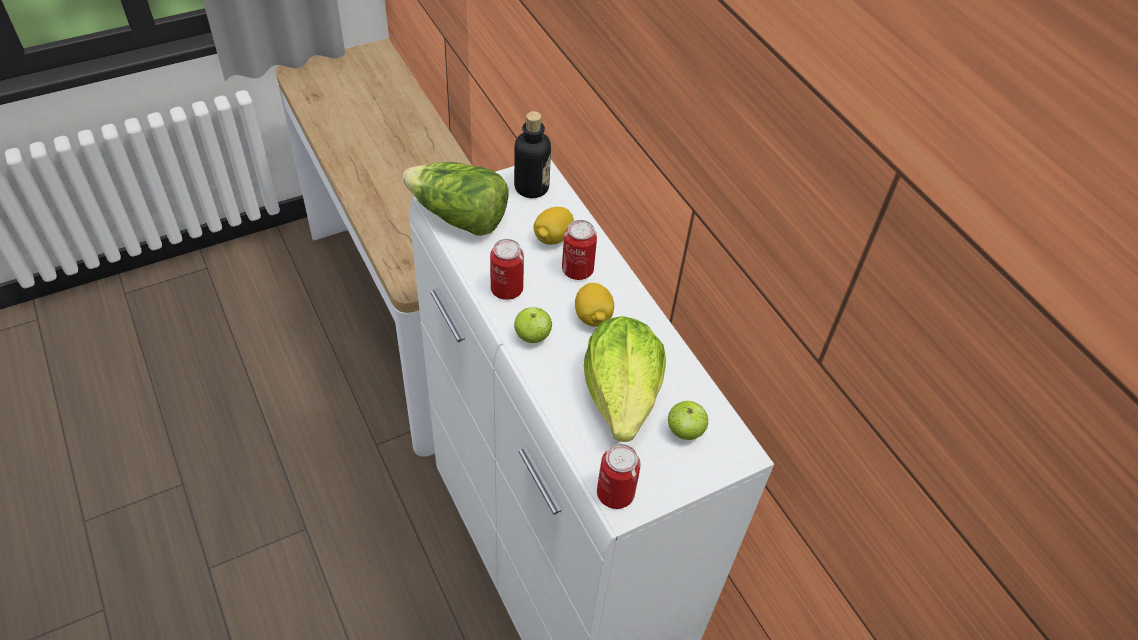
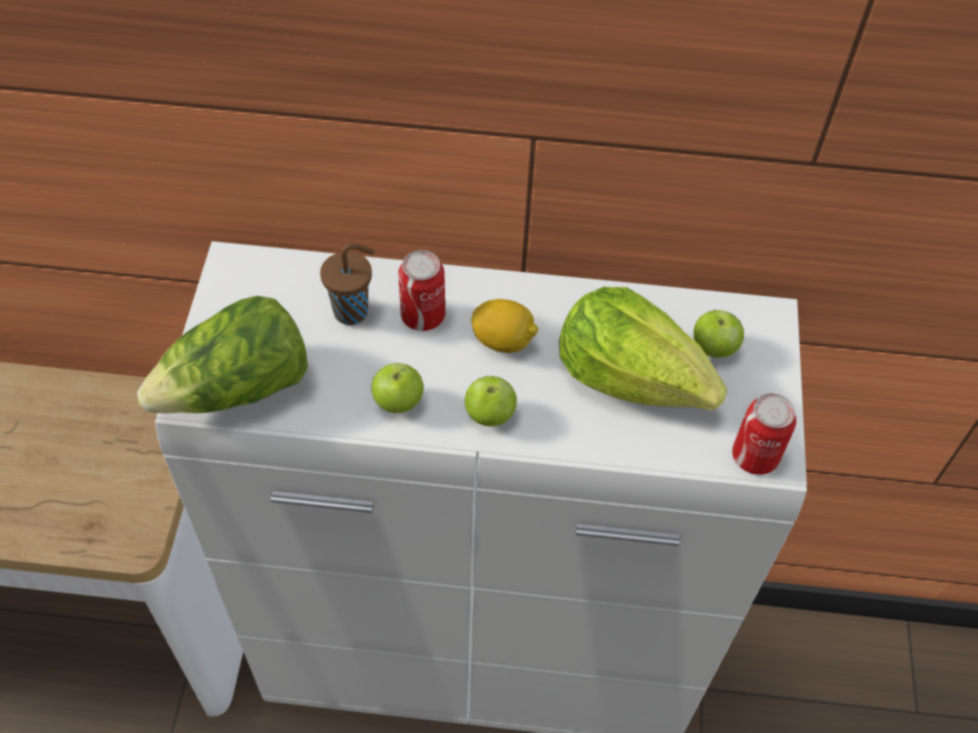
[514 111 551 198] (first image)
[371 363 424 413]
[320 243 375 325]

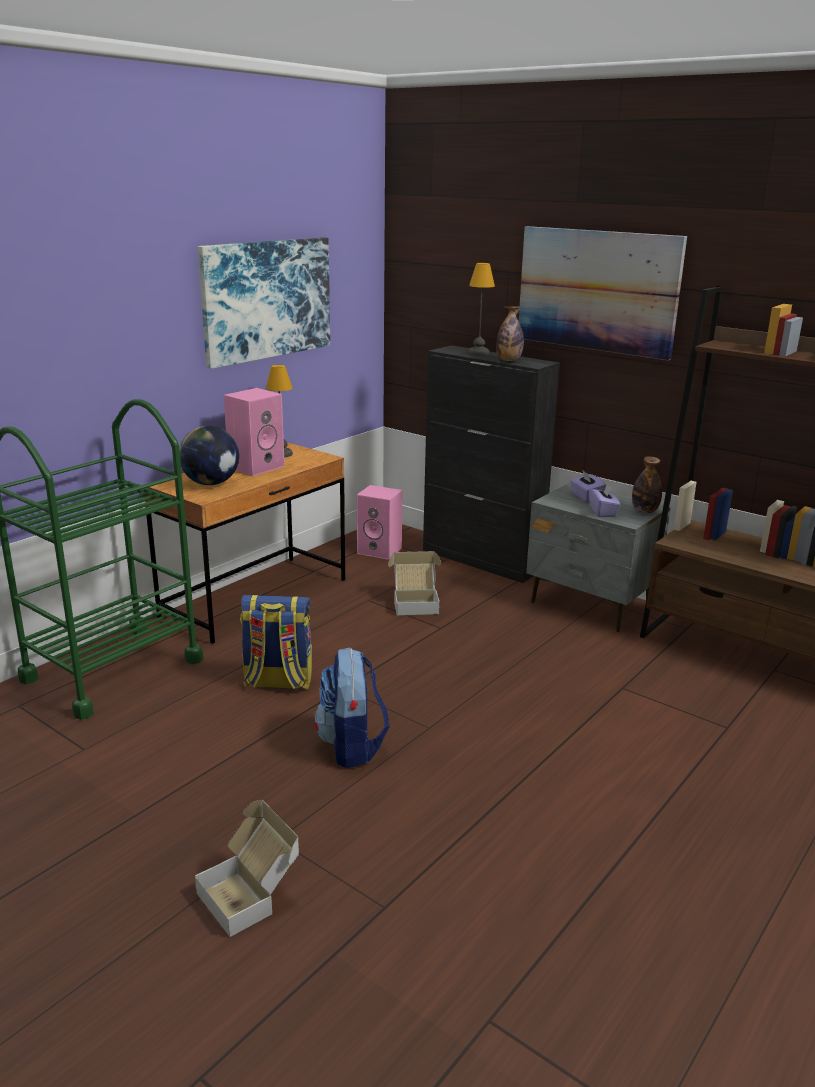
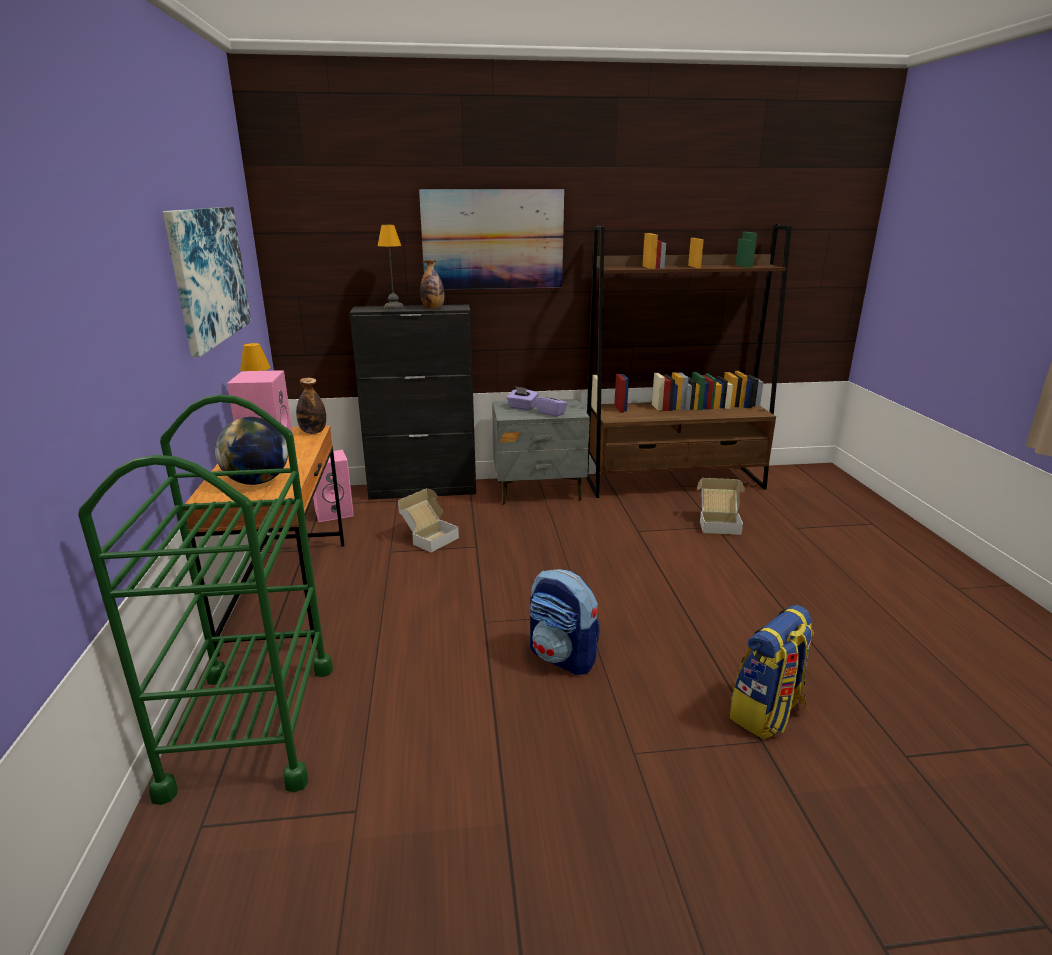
[697 478 745 535]
[729 605 814 739]
[296 378 326 434]

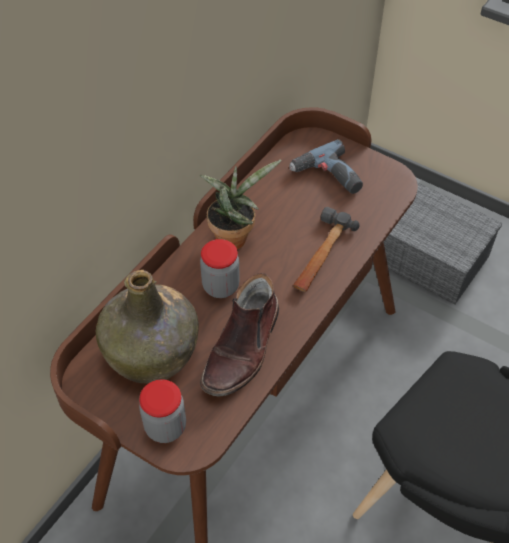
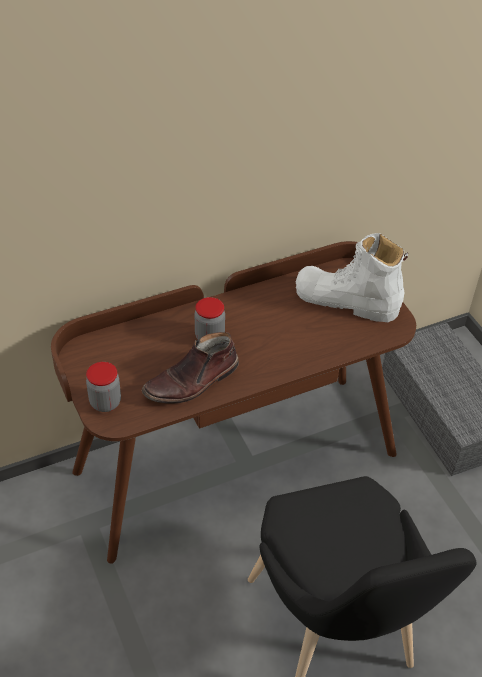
[96 270 199 383] (first image)
[200 160 282 249] (first image)
[293 207 360 292] (first image)
[296 233 408 322]

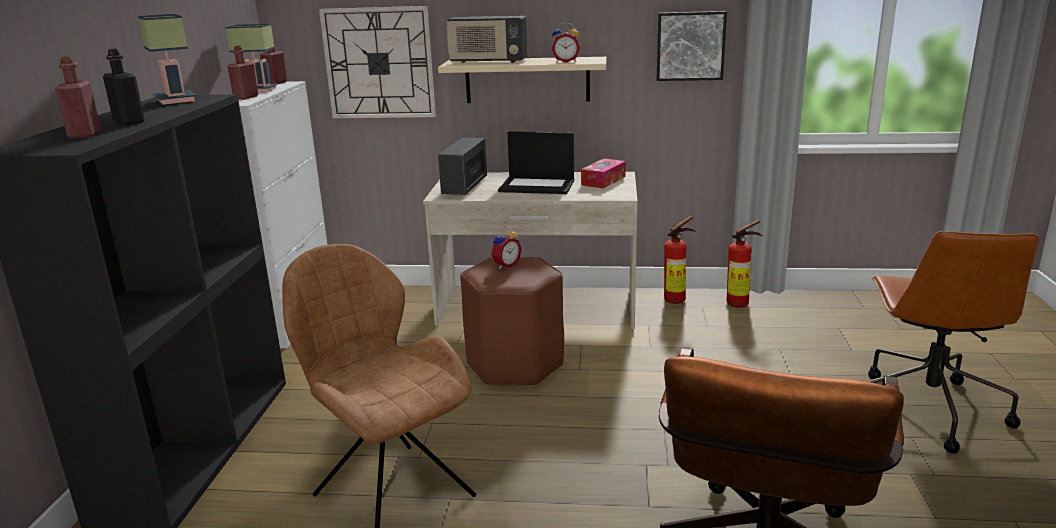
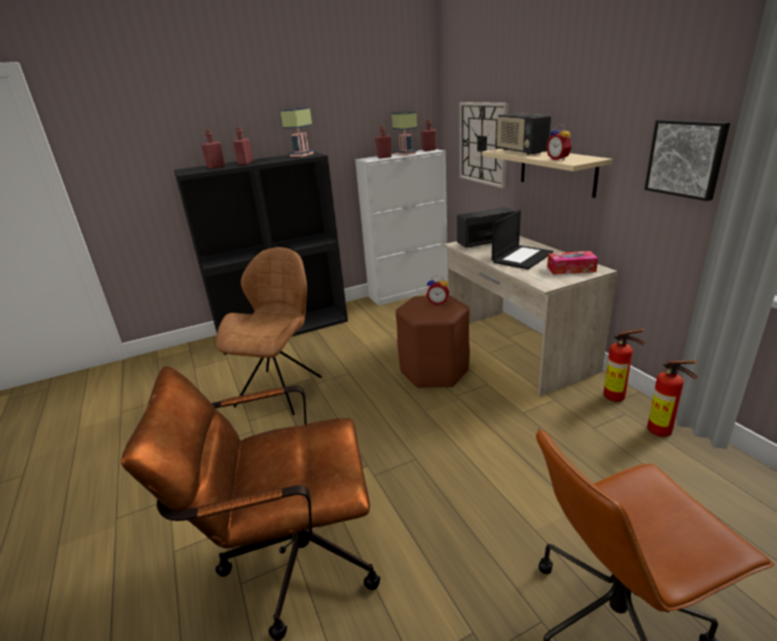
[233 127 253 165]
[492 210 553 270]

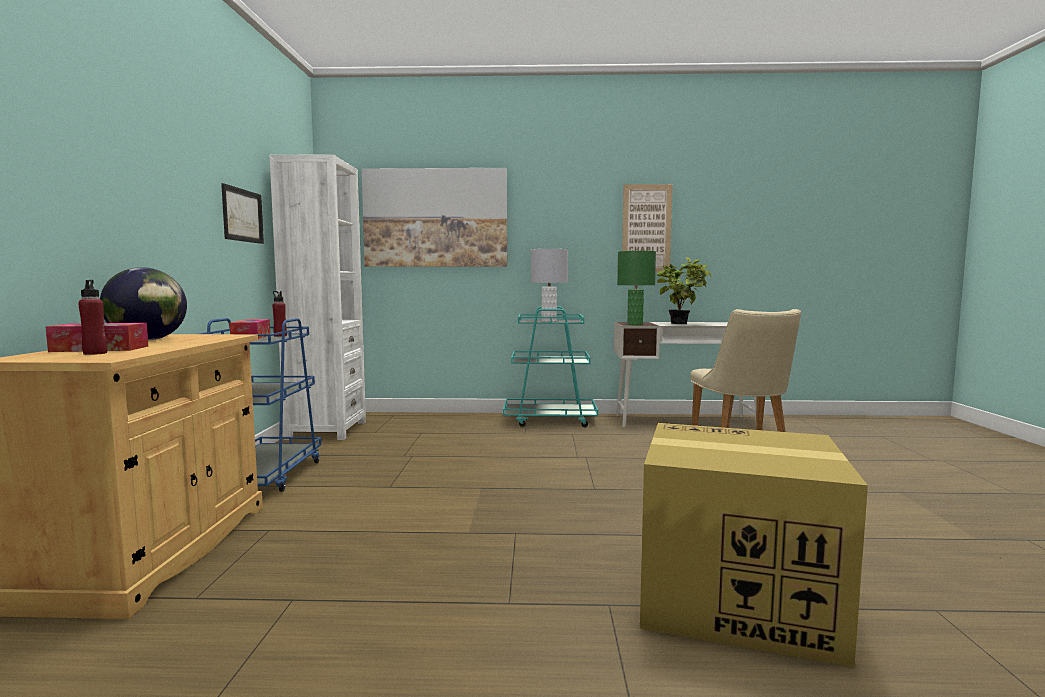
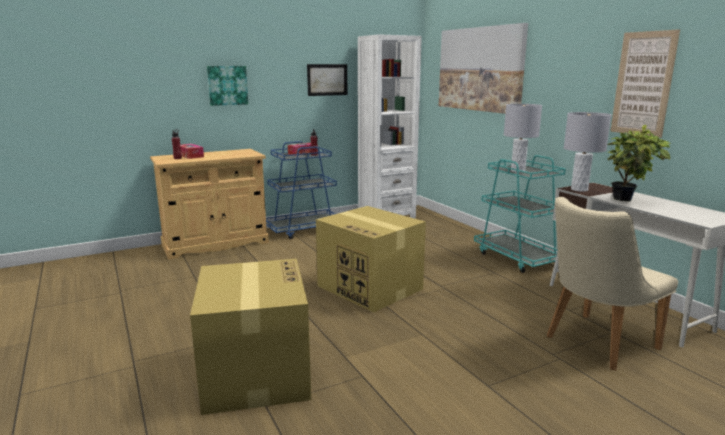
[100 267 187 341] (first image)
[207 66 248 106]
[316 206 426 312]
[564 112 611 192]

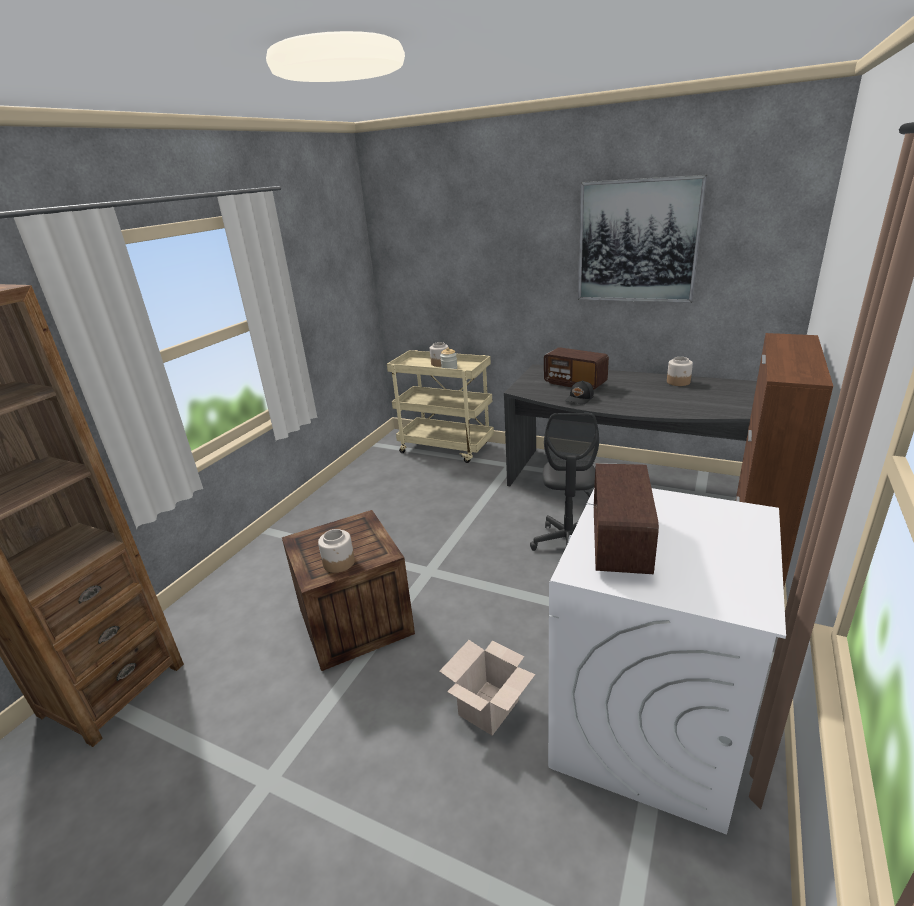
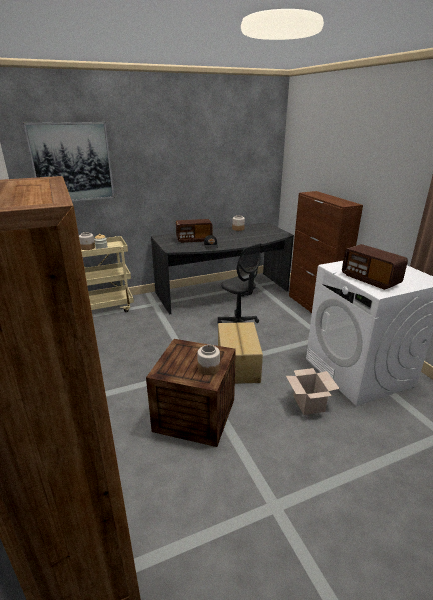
[218 322 263 384]
[23 122 115 201]

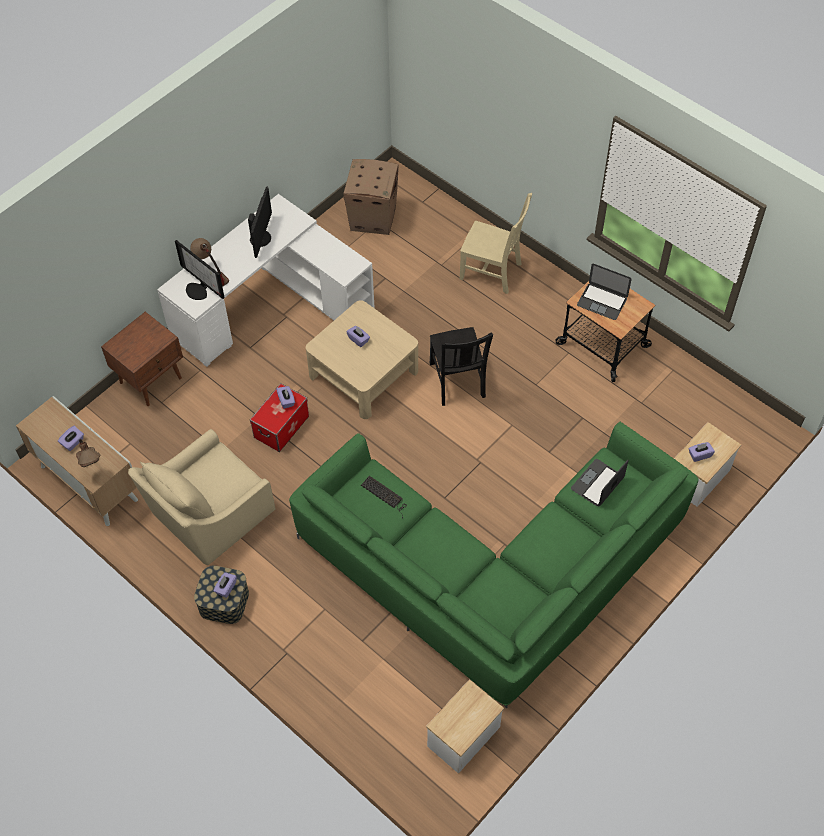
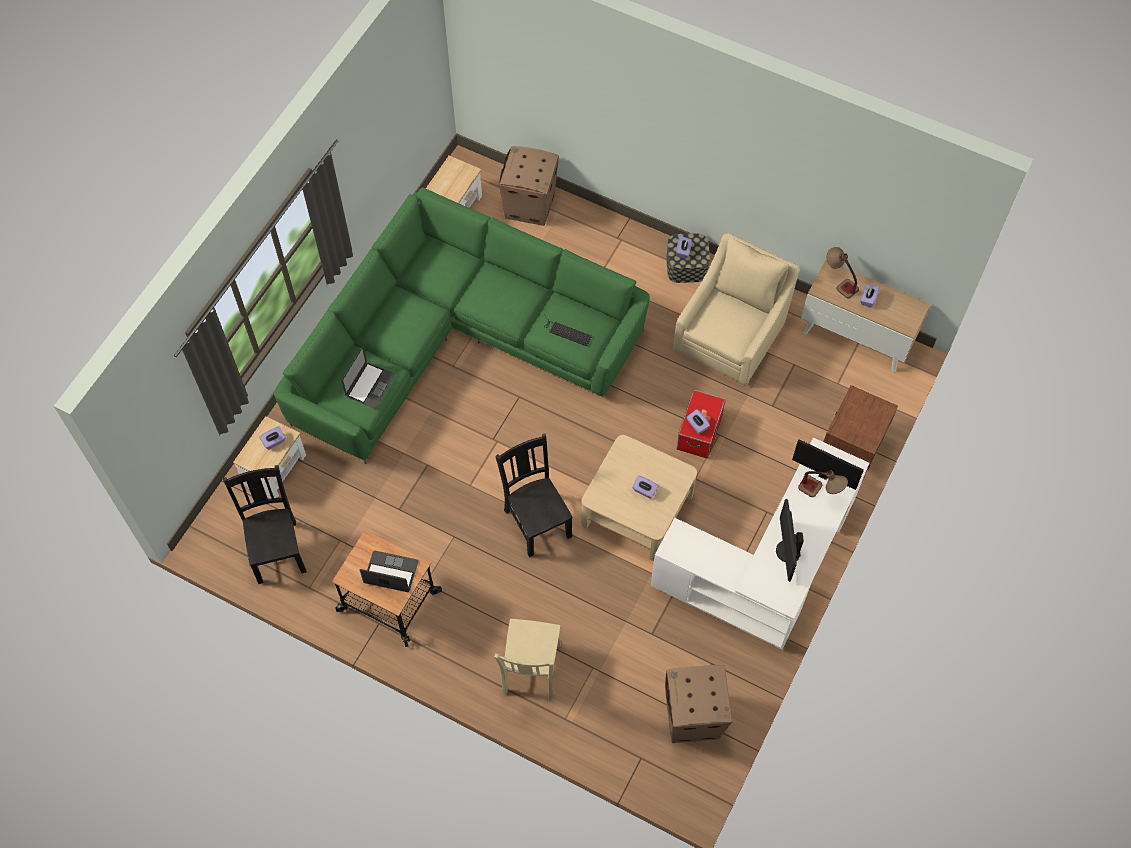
[223 465 307 584]
[499 146 559 226]
[494 619 561 701]

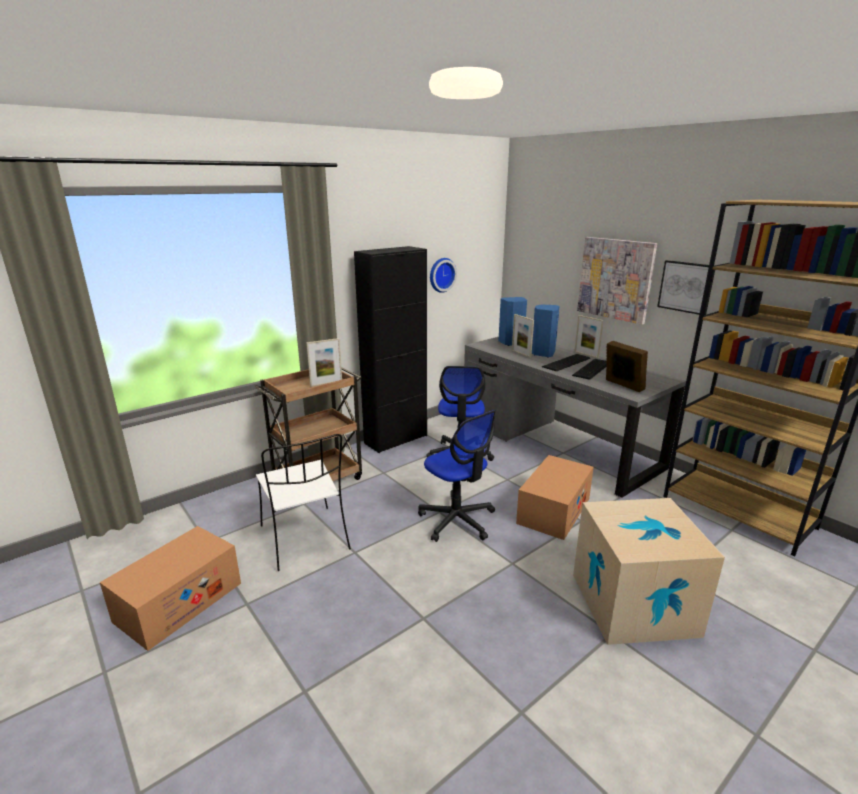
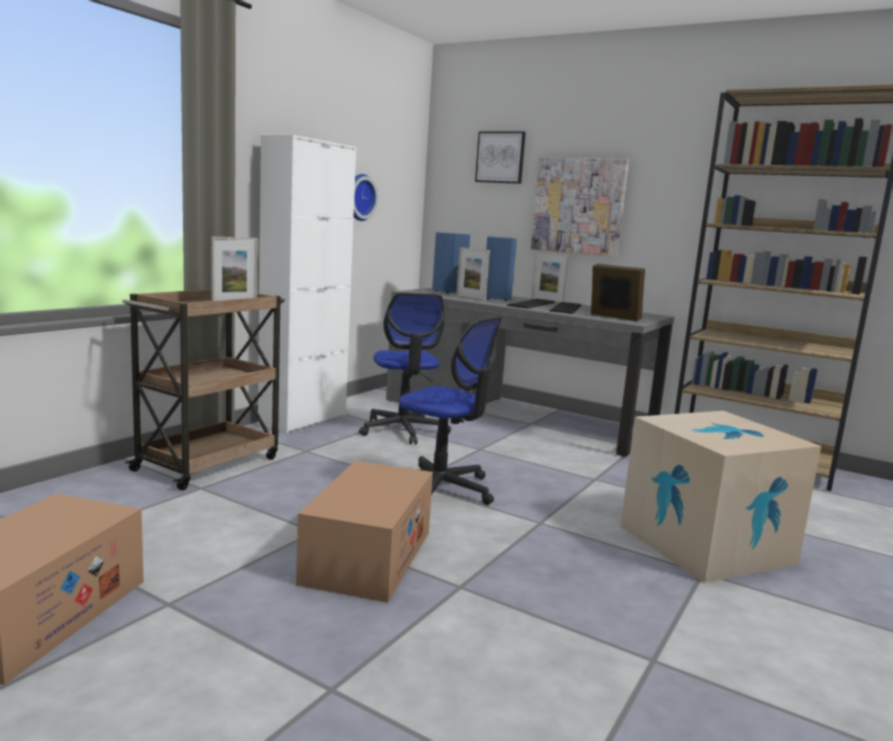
[256 434 351 571] (first image)
[296 461 433 603]
[475 131 526 184]
[258 135 356 433]

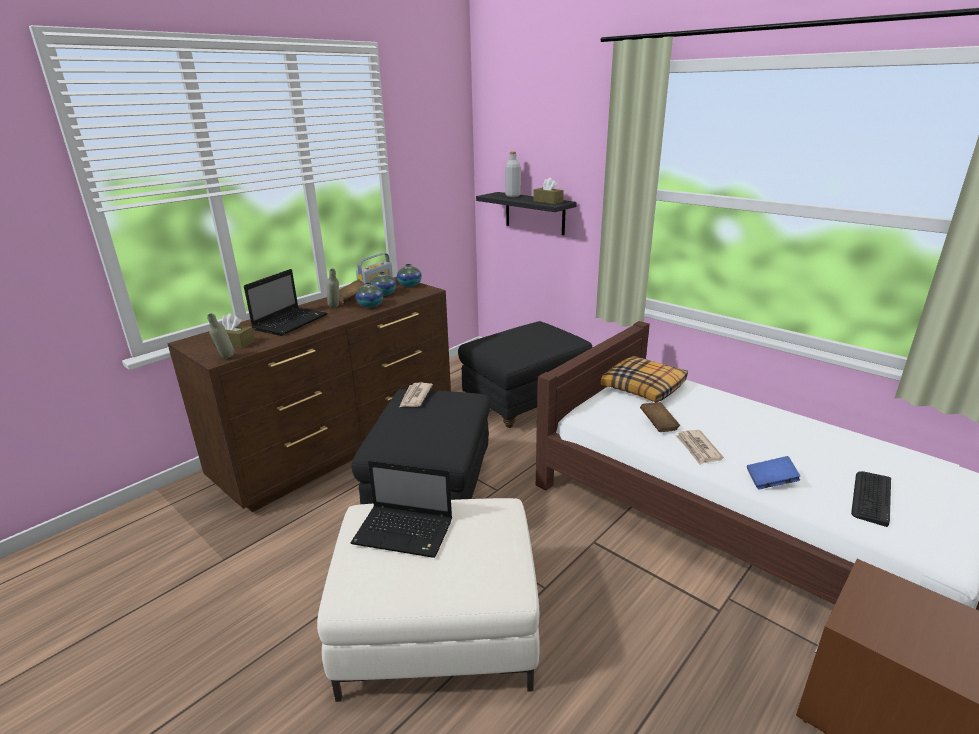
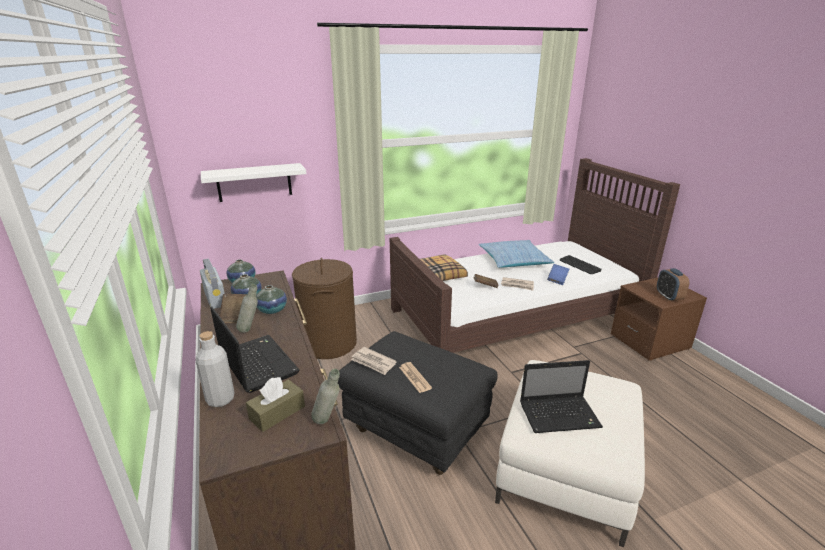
[533 178 564 204] (first image)
[399 362 432 393]
[479 240 554 268]
[657 268 689 301]
[195 331 235 407]
[292 258 357 359]
[201 163 306 202]
[520 360 603 433]

